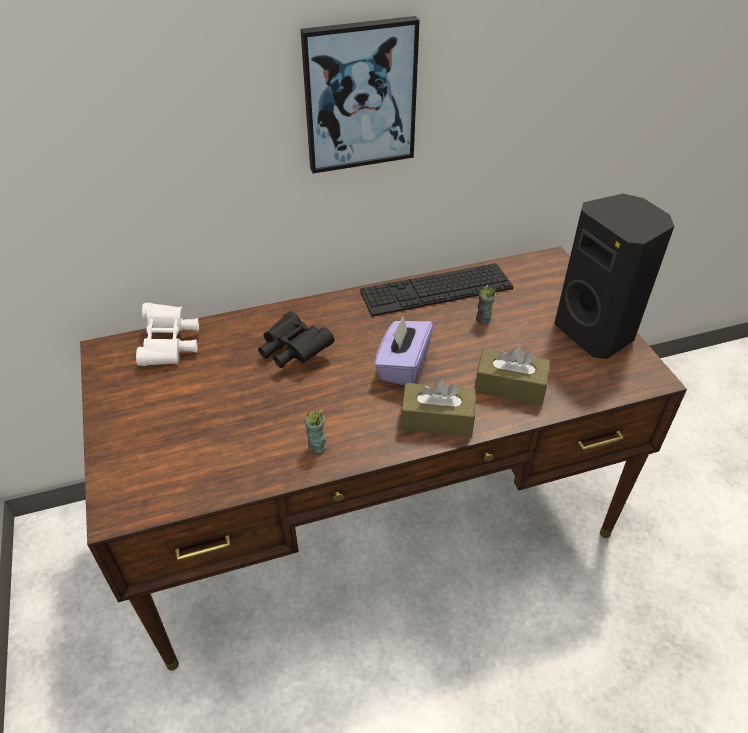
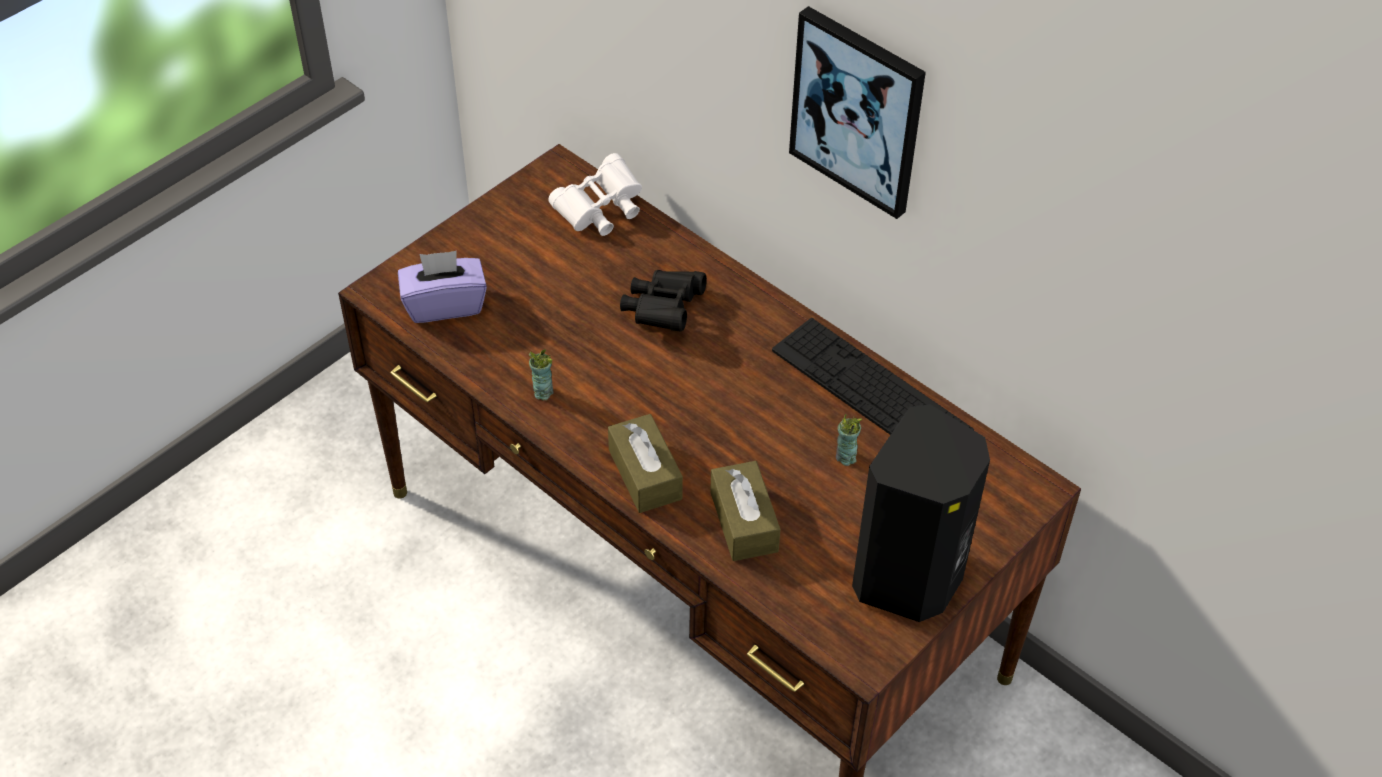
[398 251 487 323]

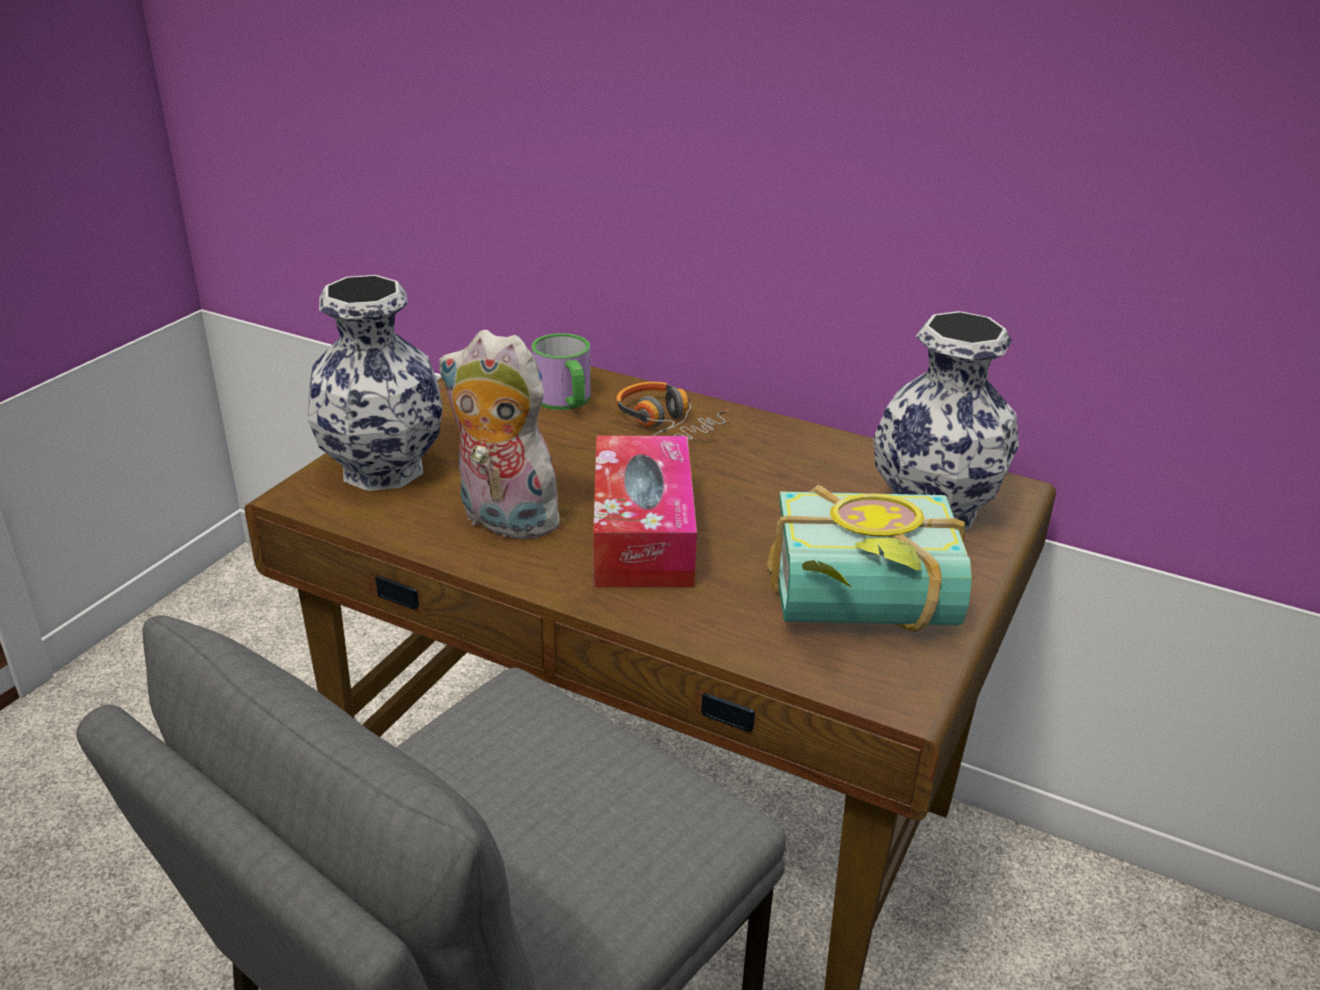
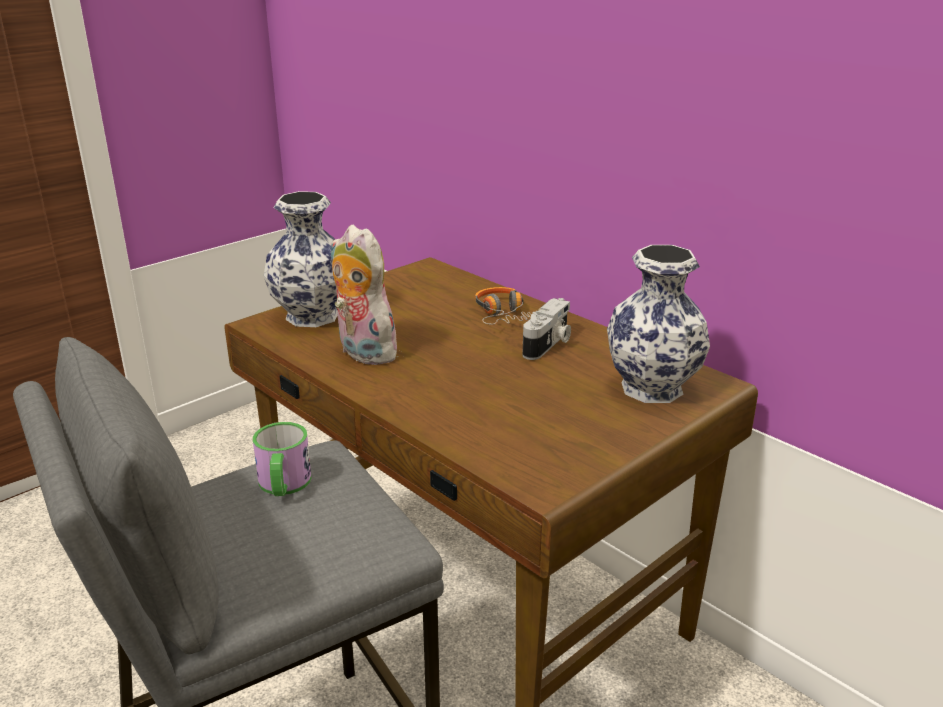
[593 435 697 587] (first image)
[767 485 972 632] (first image)
[522 298 571 360]
[253 422 311 496]

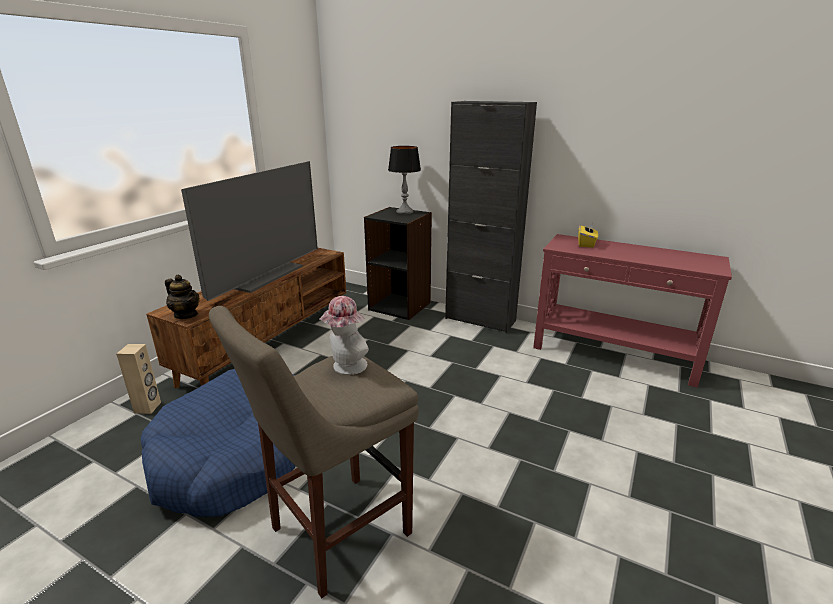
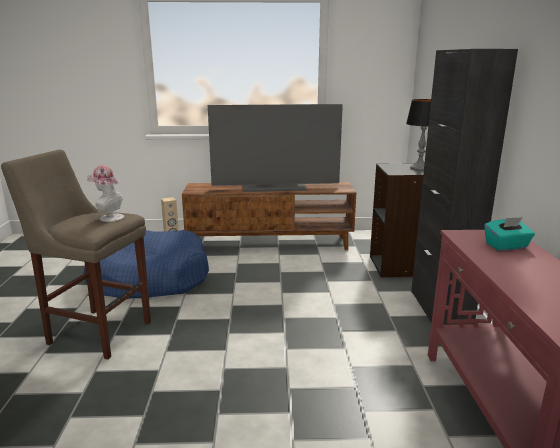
[165 275 200 319] (first image)
[484 217 535 250]

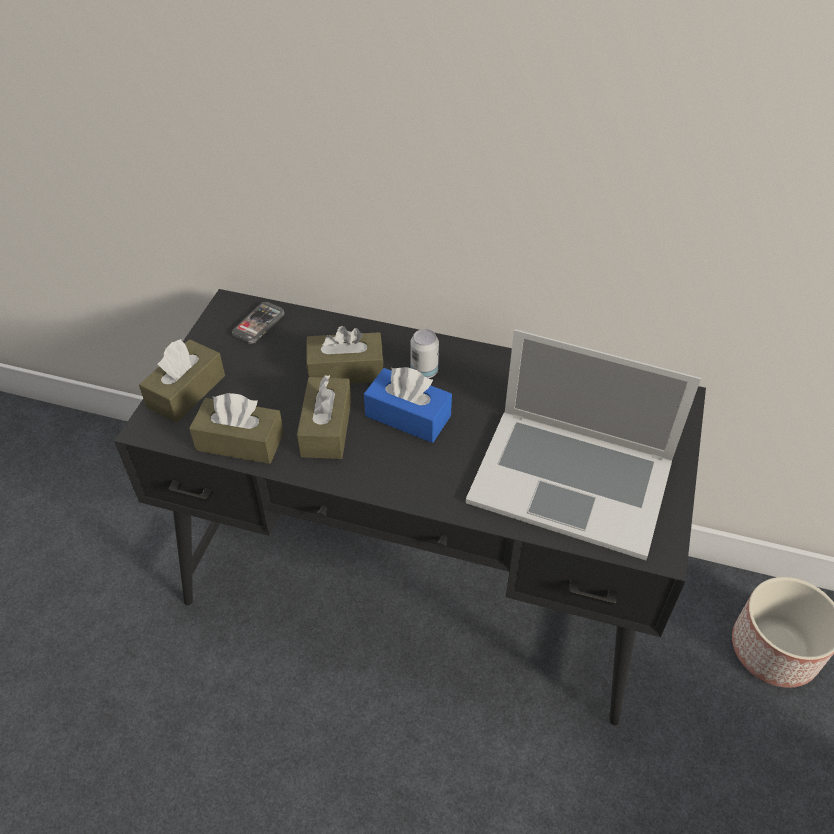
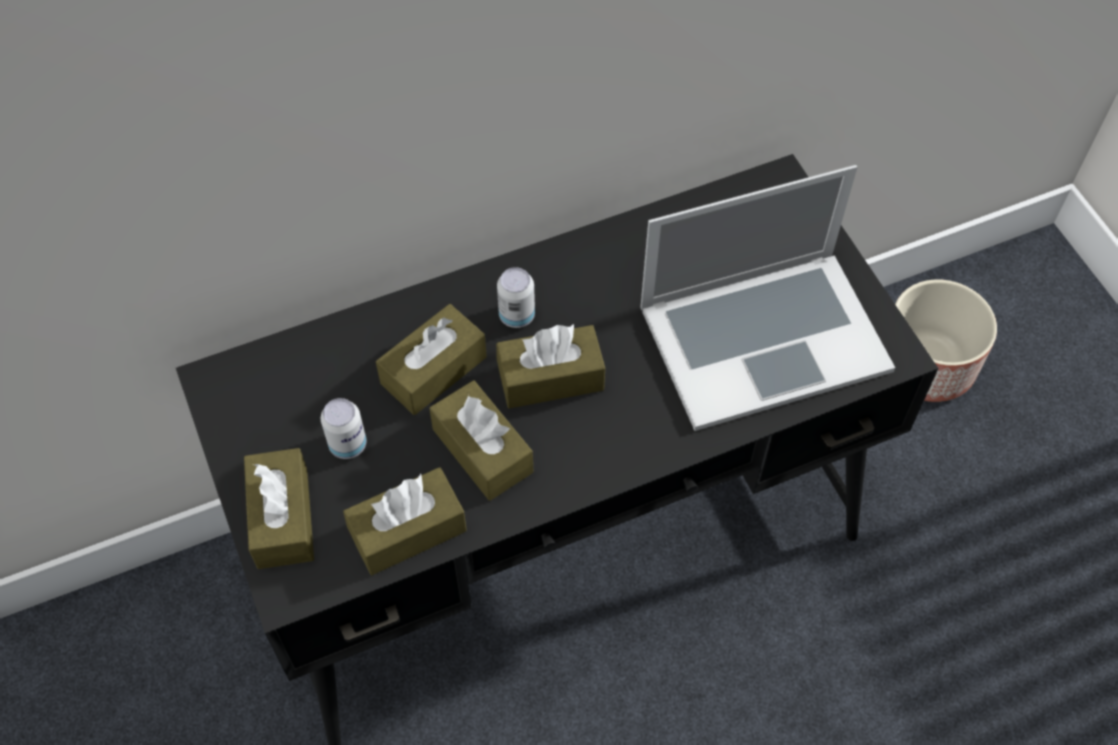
[232 302 285 344] (first image)
[321 398 366 459]
[496 324 605 408]

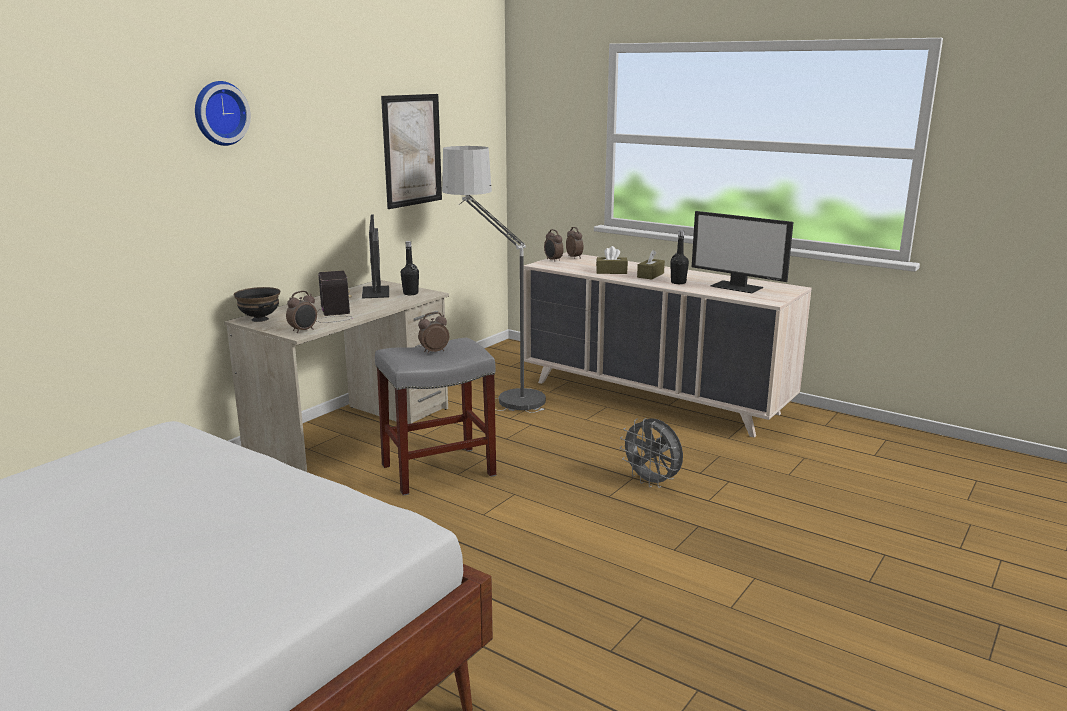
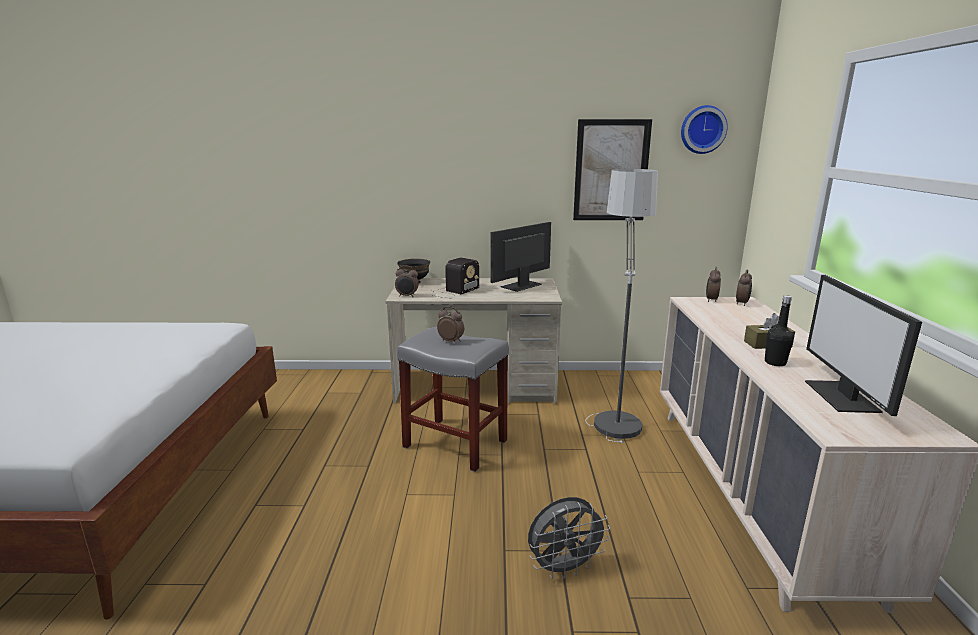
[401 241 419 295] (first image)
[596 246 628 274] (first image)
[681 105 728 154]
[528 497 610 579]

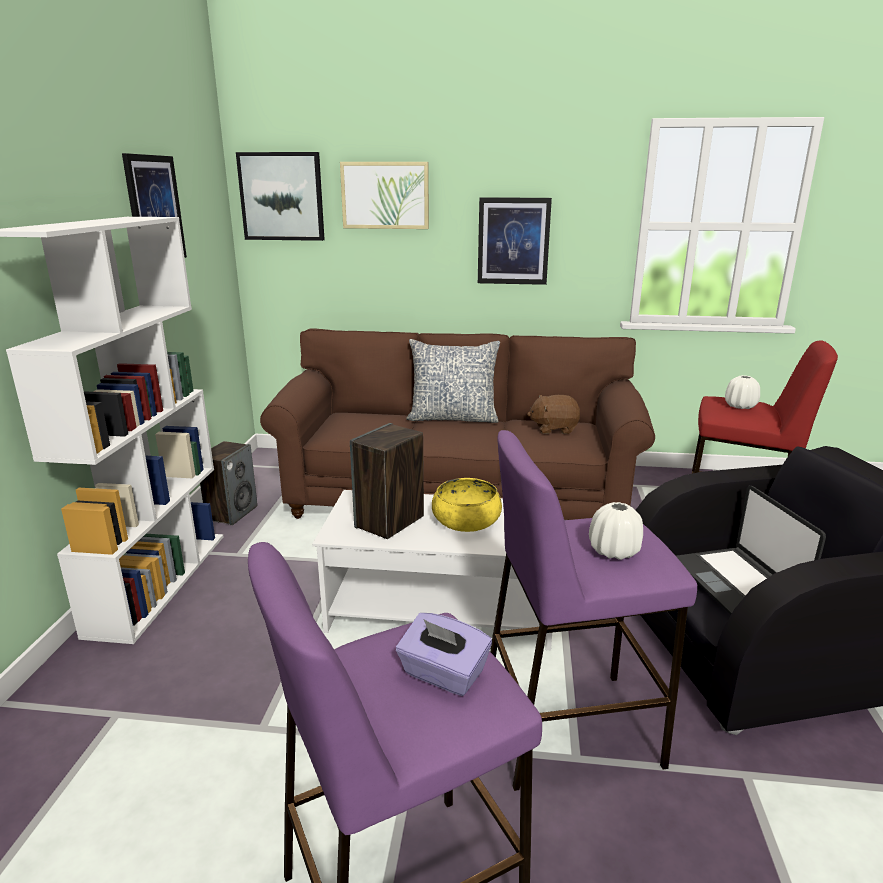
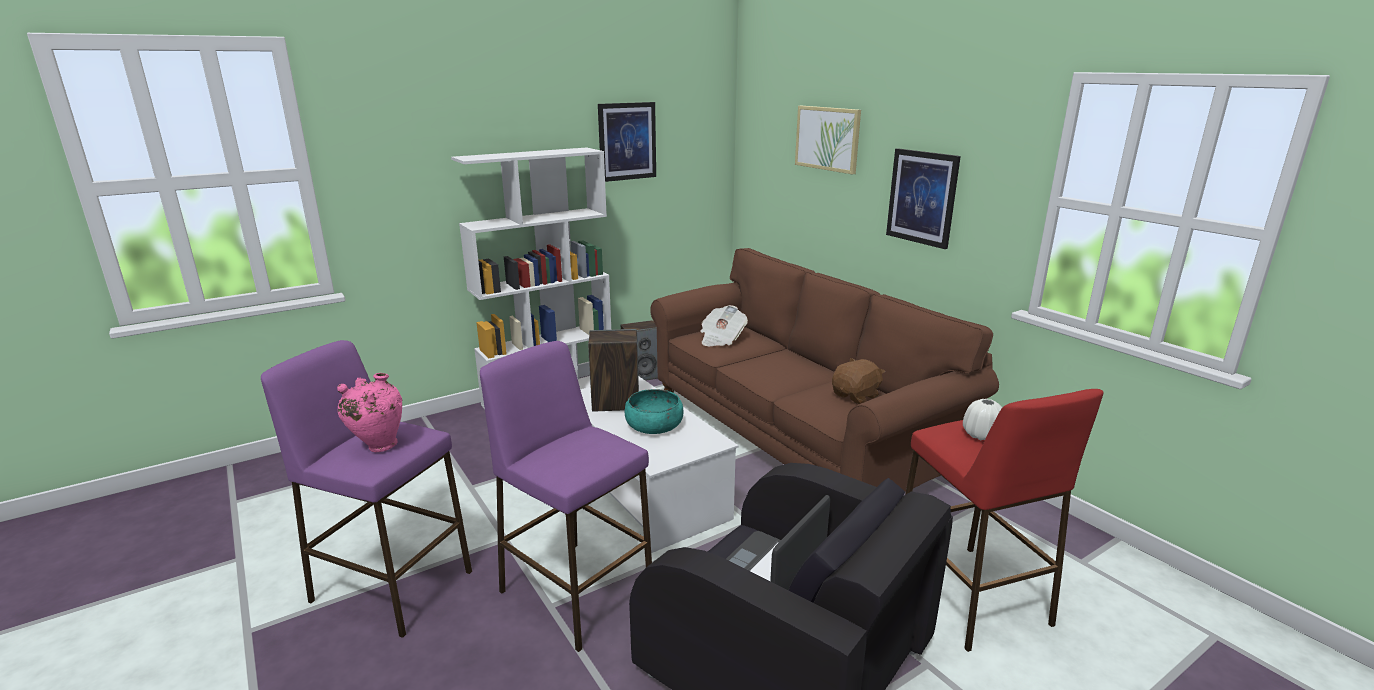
[236 152 325 241] (first image)
[406 339 500 423] (first image)
[589 502 643 560] (first image)
[700 305 748 346]
[337 373 403 452]
[624 389 684 434]
[832 358 885 404]

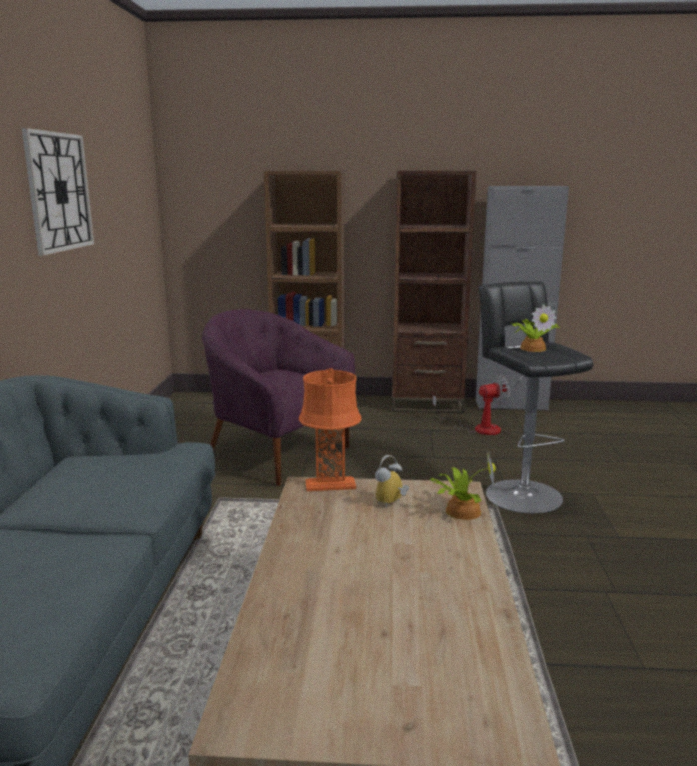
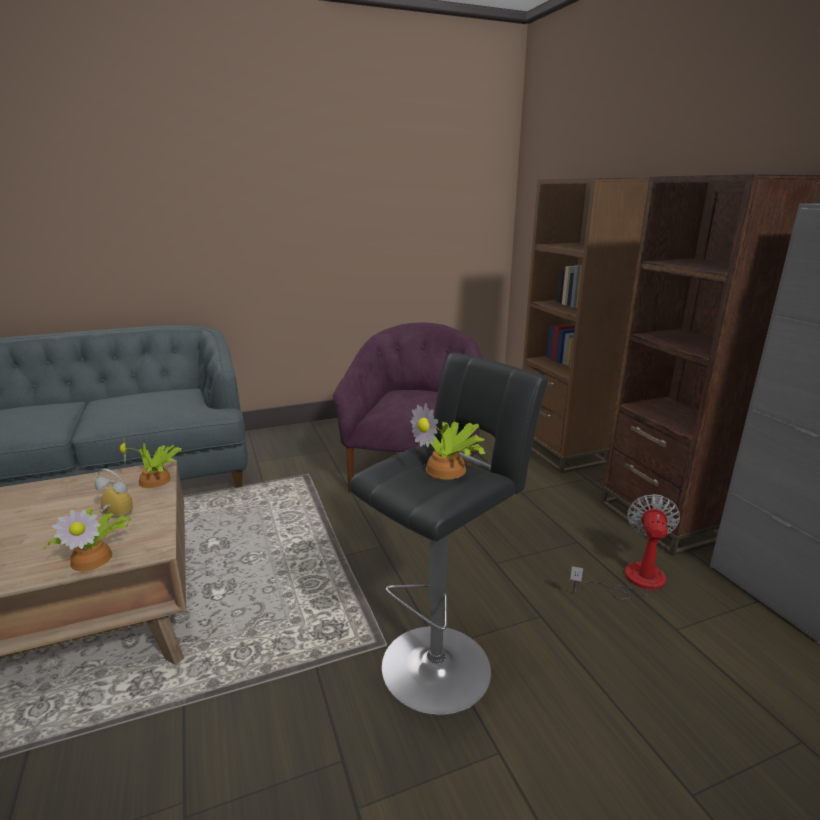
[21 128 94 256] (first image)
[120 434 182 488]
[570 494 680 600]

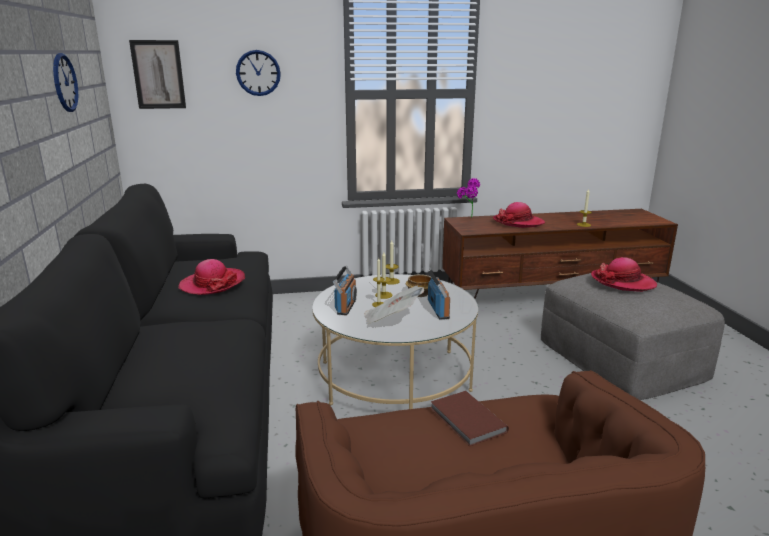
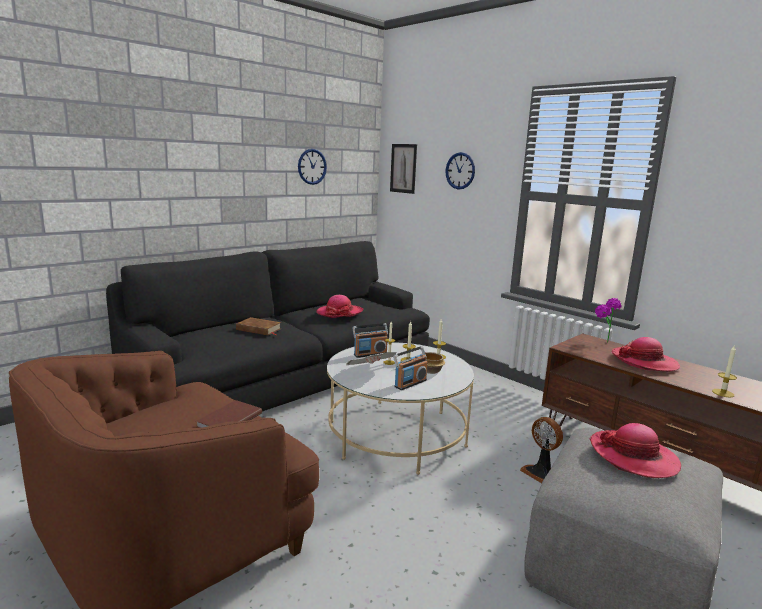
[236 317 281 335]
[520 417 563 483]

